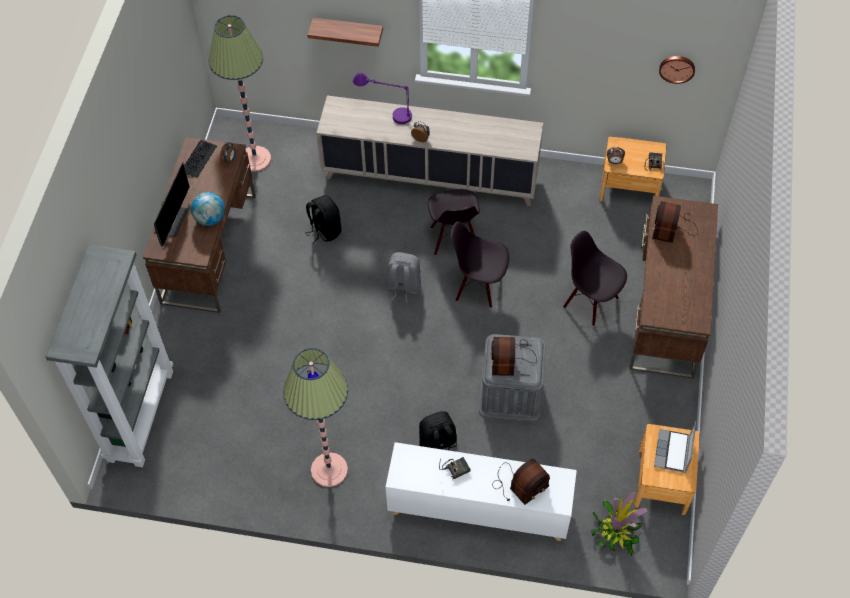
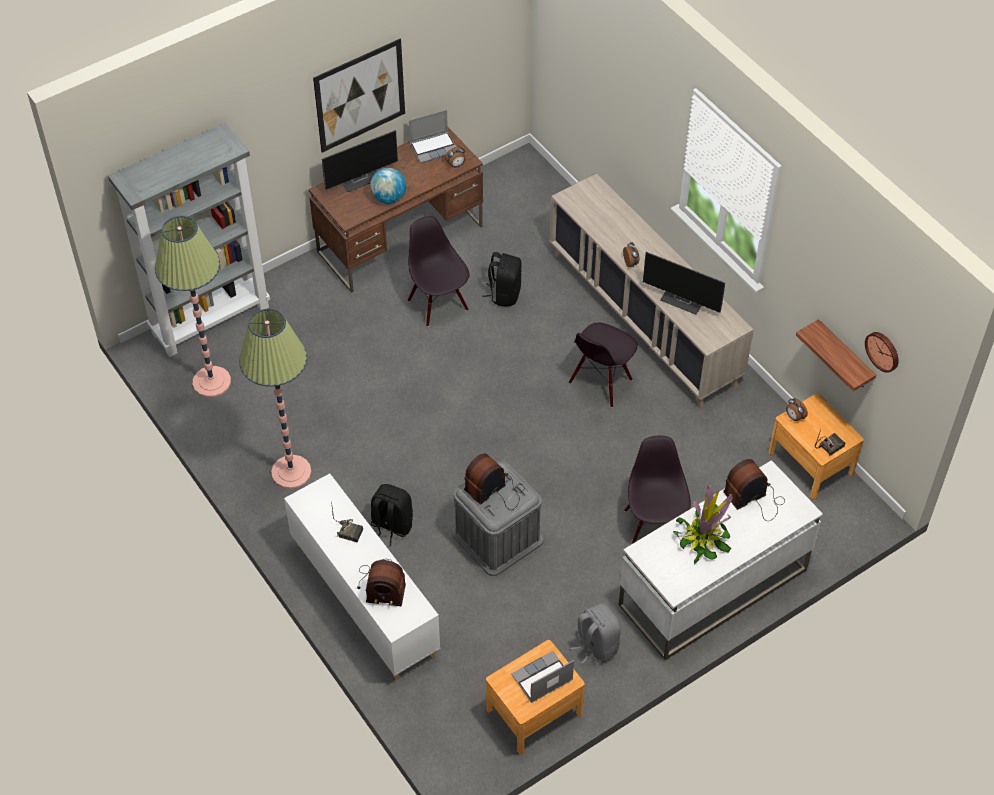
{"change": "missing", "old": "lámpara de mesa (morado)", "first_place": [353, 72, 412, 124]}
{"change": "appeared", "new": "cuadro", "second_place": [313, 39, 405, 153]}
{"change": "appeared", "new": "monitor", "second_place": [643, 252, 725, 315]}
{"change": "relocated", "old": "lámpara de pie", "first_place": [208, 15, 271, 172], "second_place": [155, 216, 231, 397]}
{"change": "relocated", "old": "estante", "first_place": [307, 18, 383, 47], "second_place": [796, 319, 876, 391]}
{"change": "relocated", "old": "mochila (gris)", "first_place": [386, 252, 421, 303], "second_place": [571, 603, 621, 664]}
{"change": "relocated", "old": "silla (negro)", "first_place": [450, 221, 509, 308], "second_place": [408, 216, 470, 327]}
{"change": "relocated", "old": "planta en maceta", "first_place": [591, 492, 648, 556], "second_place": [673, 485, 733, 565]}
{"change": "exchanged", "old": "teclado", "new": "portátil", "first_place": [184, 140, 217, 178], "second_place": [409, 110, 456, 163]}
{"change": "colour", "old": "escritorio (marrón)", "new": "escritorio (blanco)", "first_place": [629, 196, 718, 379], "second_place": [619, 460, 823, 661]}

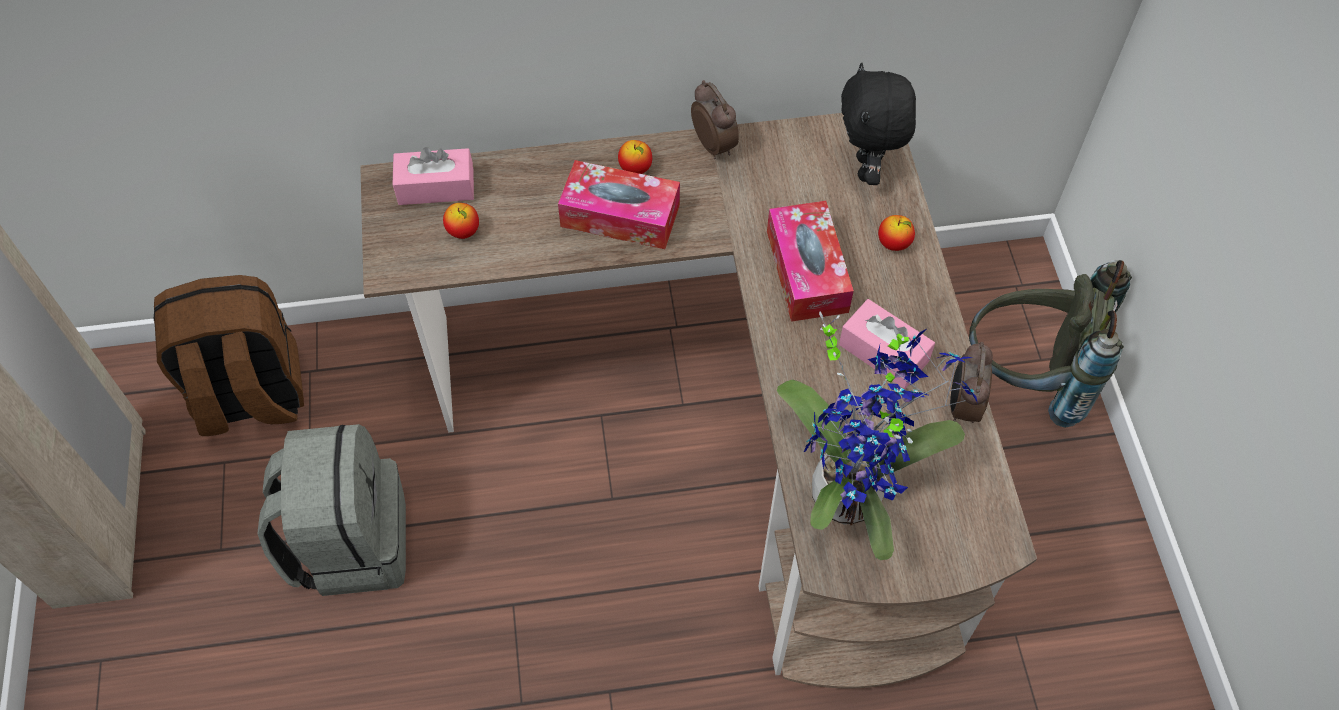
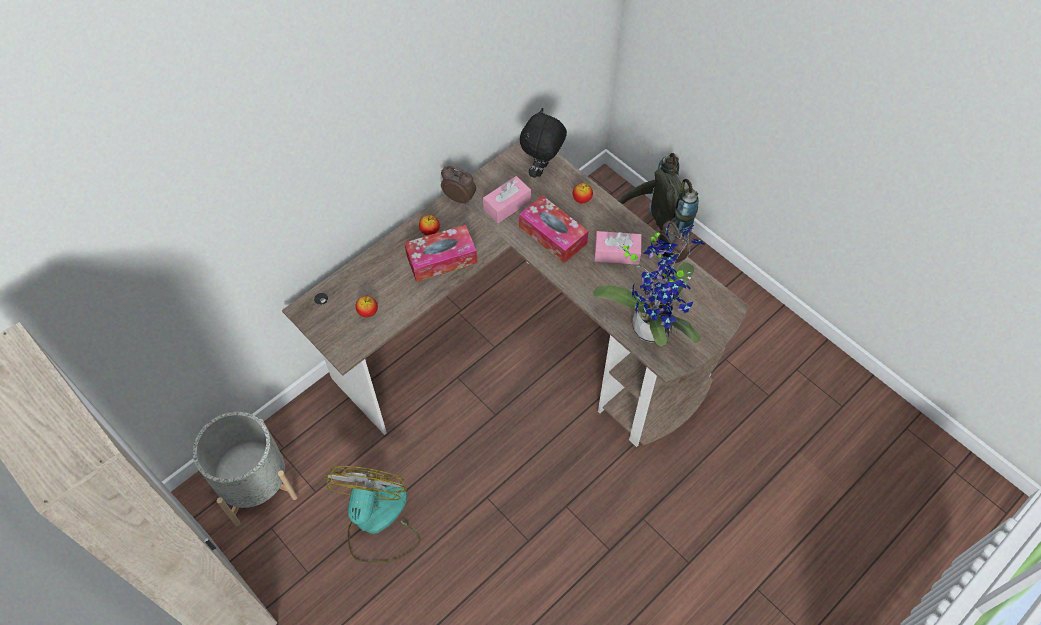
{"change": "relocated", "old": "caja de pañuelos (rosa)", "first_place": [393, 147, 474, 205], "second_place": [483, 176, 531, 223]}
{"change": "exchanged", "old": "mochila (marrón)", "new": "maceta (gris)", "first_place": [154, 275, 304, 436], "second_place": [193, 412, 298, 526]}
{"change": "exchanged", "old": "mochila (gris)", "new": "ventilador", "first_place": [258, 424, 406, 596], "second_place": [324, 466, 421, 563]}
{"change": "spun", "old": "peluche (negro)", "first_place": [841, 63, 916, 185], "second_place": [520, 108, 567, 178], "degrees": 60}

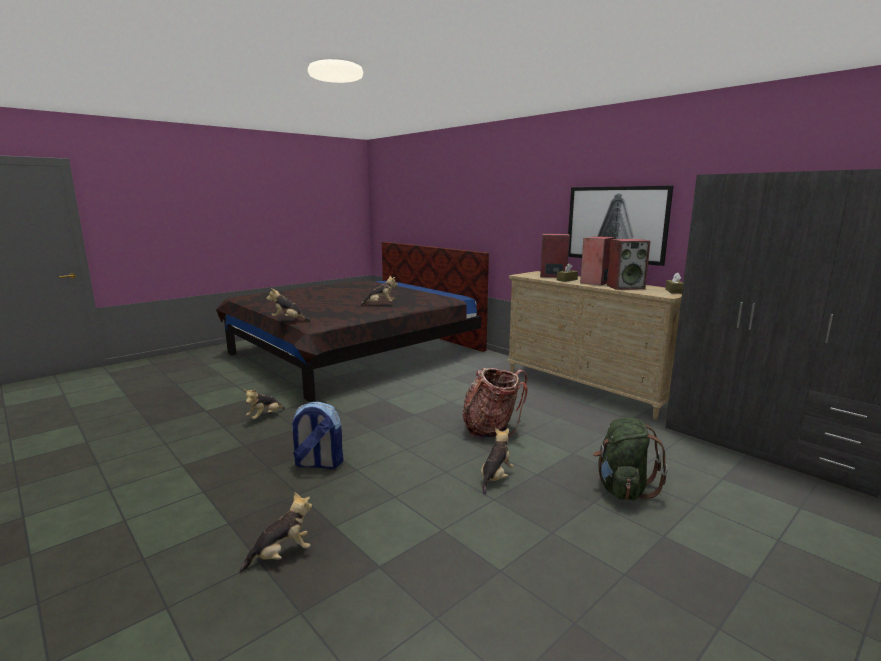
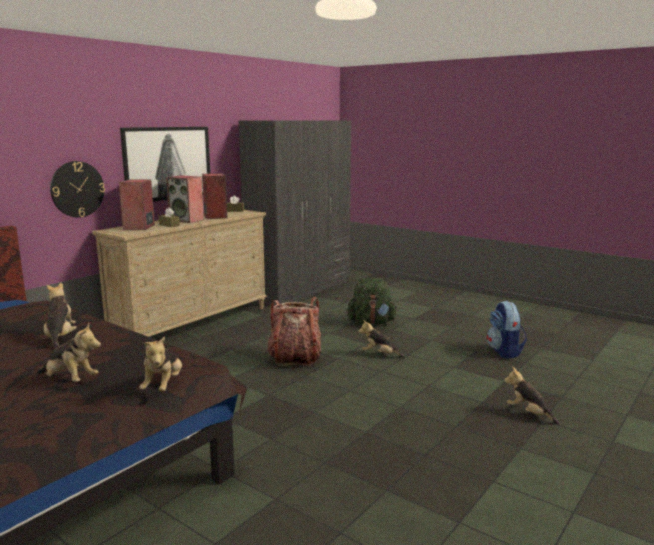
{"change": "appeared", "new": "reloj de pared", "second_place": [50, 161, 105, 218]}
{"change": "relocated", "old": "peluche", "first_place": [244, 389, 285, 419], "second_place": [37, 323, 101, 382]}
{"change": "relocated", "old": "mochila", "first_place": [291, 401, 343, 469], "second_place": [487, 301, 527, 359]}

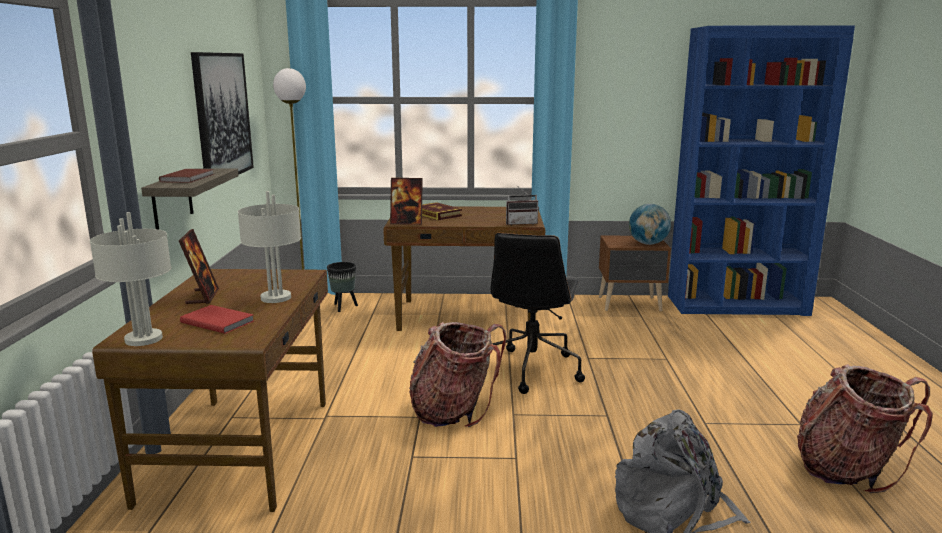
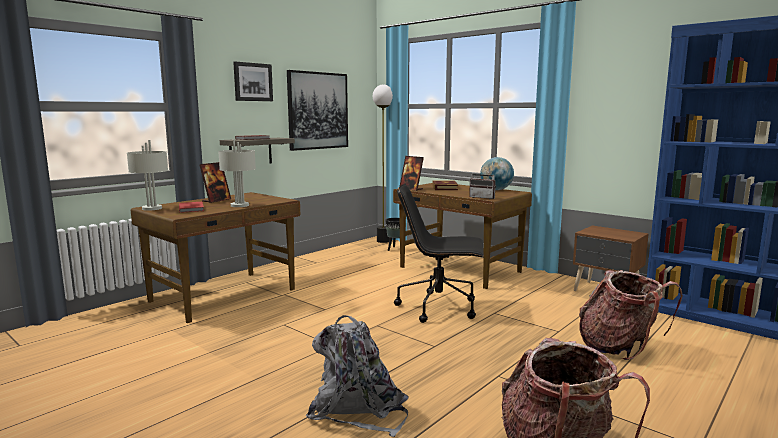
{"change": "appeared", "new": "cuadro", "second_place": [233, 61, 273, 101]}
{"change": "relocated", "old": "mochila", "first_place": [409, 322, 507, 427], "second_place": [579, 270, 683, 360]}
{"change": "relocated", "old": "globo terráqueo", "first_place": [629, 204, 671, 245], "second_place": [480, 157, 514, 190]}
{"change": "spun", "old": "silla de oficina (negro)", "first_place": [491, 233, 585, 394], "second_place": [394, 184, 484, 323], "degrees": 45}

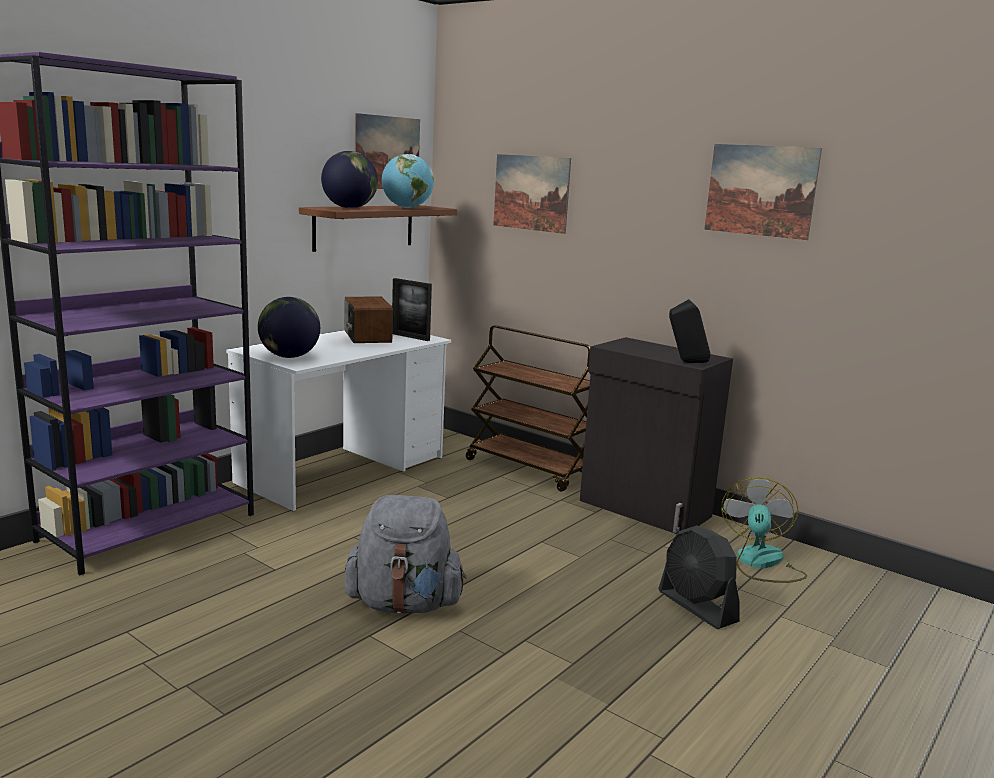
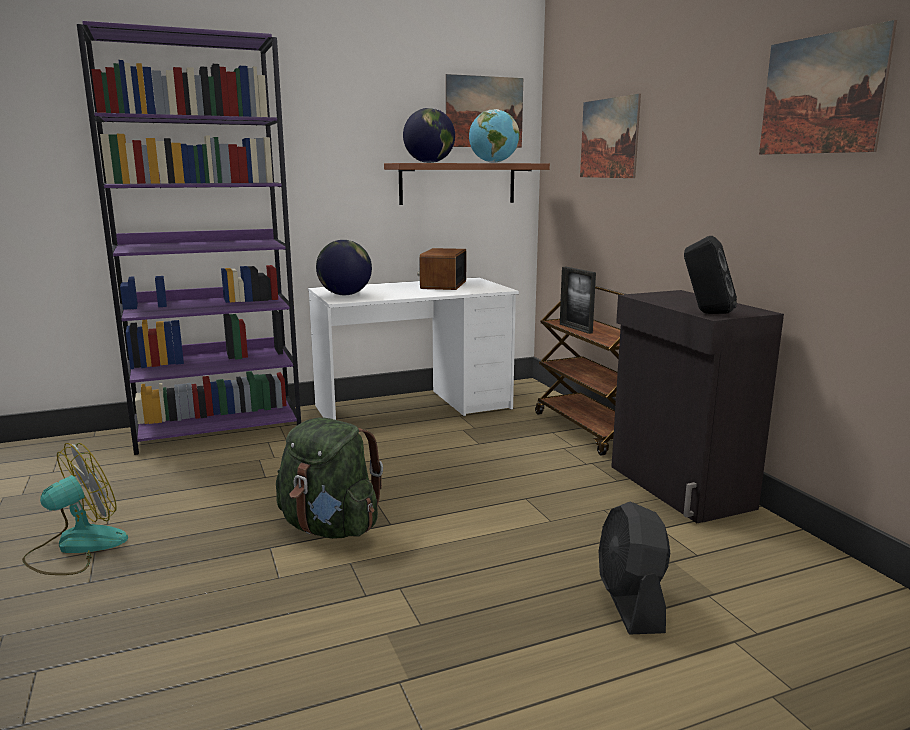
{"change": "relocated", "old": "portarretratos", "first_place": [392, 278, 432, 341], "second_place": [560, 267, 596, 334]}
{"change": "relocated", "old": "ventilador", "first_place": [721, 477, 807, 583], "second_place": [22, 443, 128, 575]}
{"change": "colour", "old": "mochila (gris)", "new": "mochila (verde)", "first_place": [345, 495, 467, 614], "second_place": [276, 417, 383, 539]}

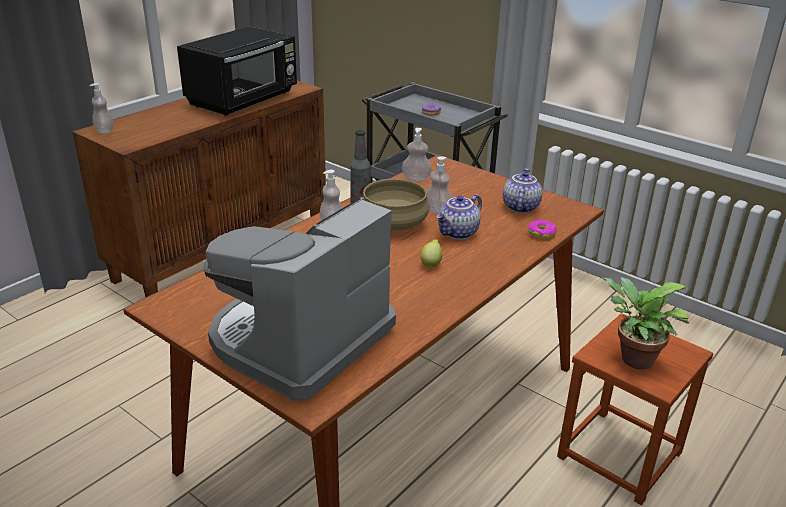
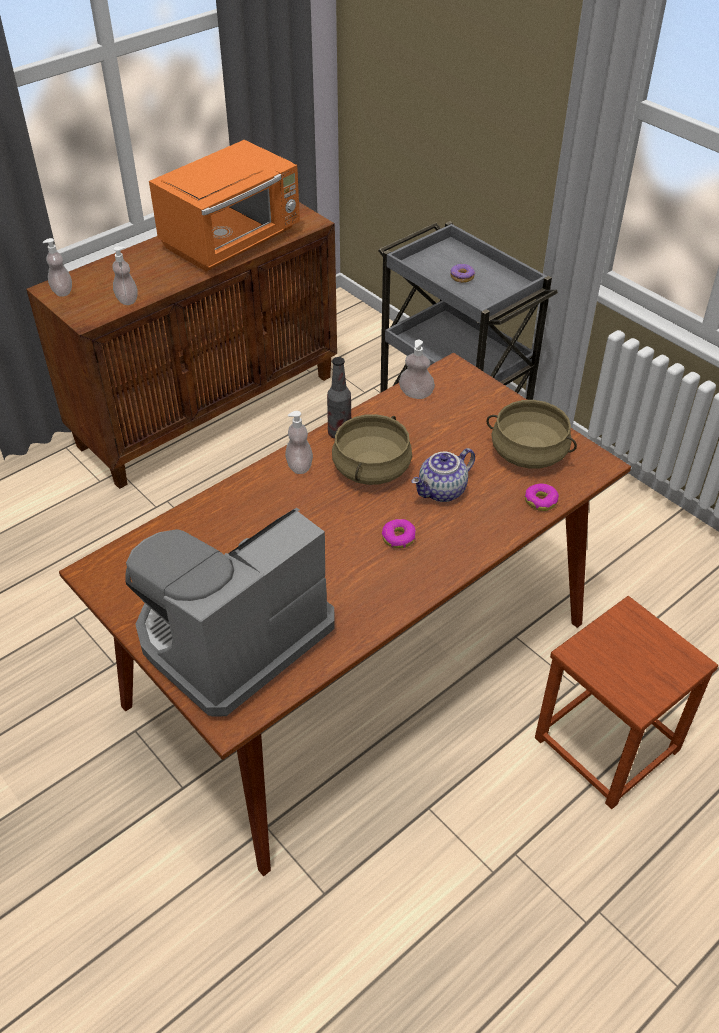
{"change": "missing", "old": "planta en maceta", "first_place": [602, 277, 690, 369]}
{"change": "relocated", "old": "dispensador de jabón", "first_place": [427, 157, 452, 214], "second_place": [112, 246, 138, 305]}
{"change": "exchanged", "old": "limón", "new": "rosquilla", "first_place": [421, 239, 442, 269], "second_place": [382, 519, 416, 549]}
{"change": "exchanged", "old": "tetera", "new": "olla (beis)", "first_place": [503, 169, 543, 213], "second_place": [486, 400, 577, 469]}
{"change": "colour", "old": "microondas (negro)", "new": "microondas (naranja)", "first_place": [177, 27, 297, 116], "second_place": [149, 140, 300, 271]}

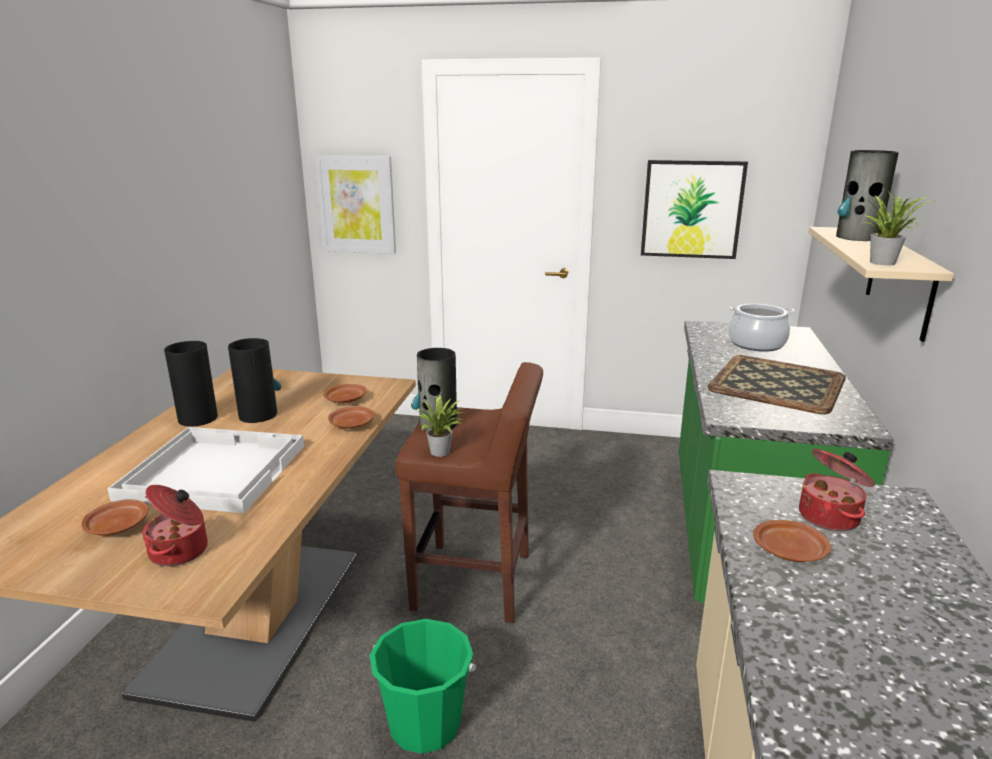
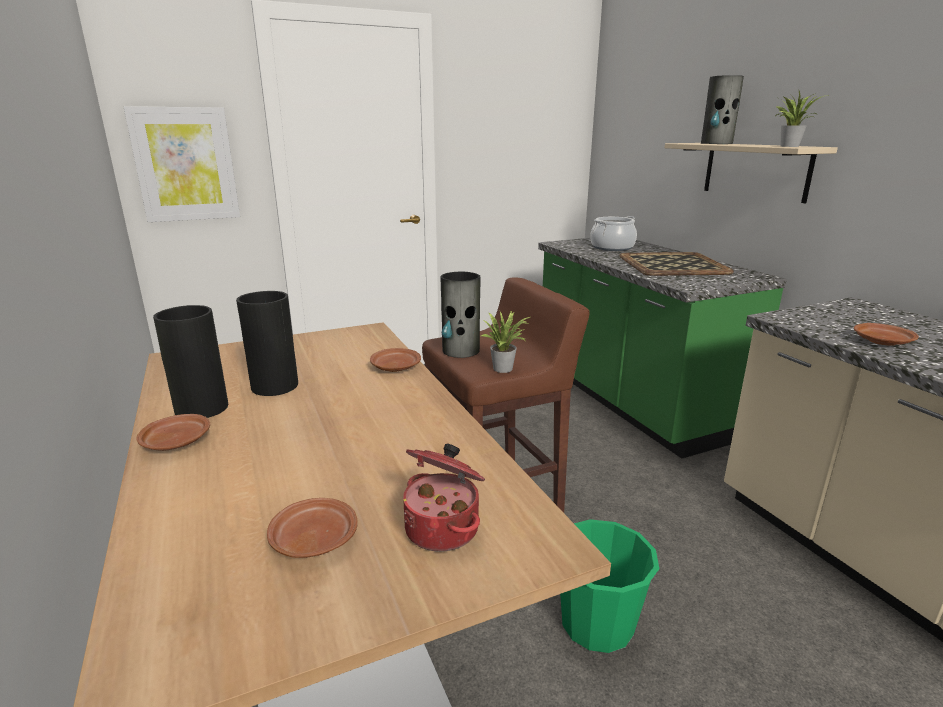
{"change": "missing", "old": "bandeja (blanco)", "first_place": [108, 427, 304, 513]}
{"change": "missing", "old": "cuadro", "first_place": [641, 160, 748, 259]}
{"change": "missing", "old": "olla", "first_place": [799, 449, 875, 531]}
{"change": "relocated", "old": "plato (marrón)", "first_place": [324, 384, 367, 403], "second_place": [136, 414, 210, 451]}

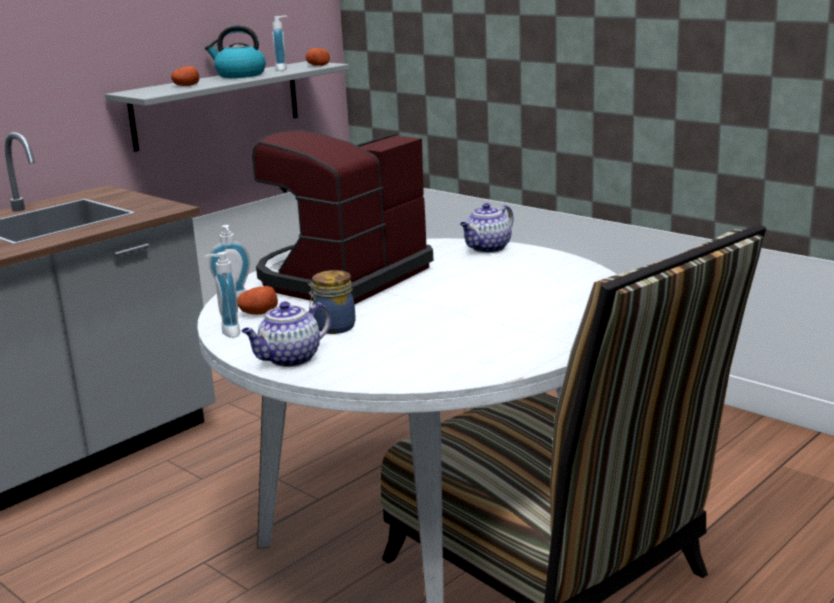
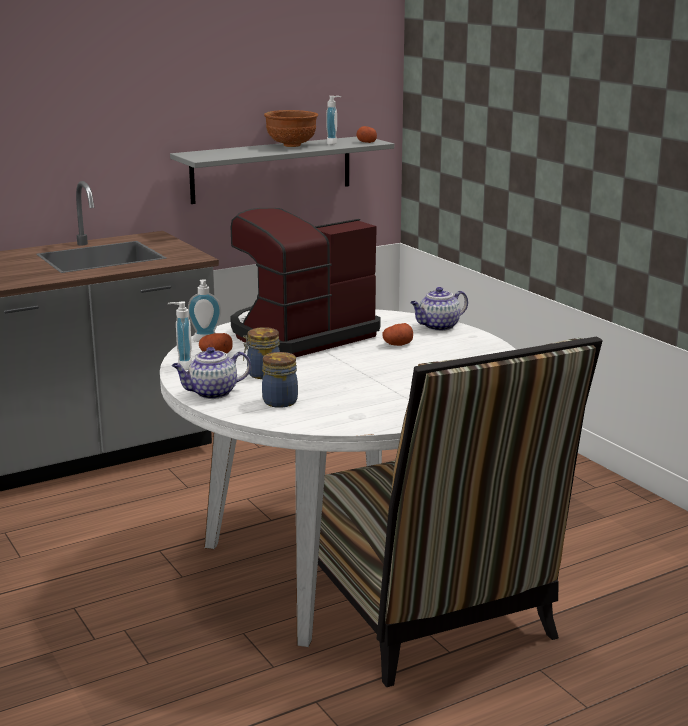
{"change": "appeared", "new": "tarro", "second_place": [262, 352, 298, 408]}
{"change": "relocated", "old": "patata", "first_place": [171, 66, 199, 86], "second_place": [382, 323, 413, 346]}
{"change": "exchanged", "old": "hervidor", "new": "cuenco (marrón)", "first_place": [205, 25, 266, 78], "second_place": [264, 110, 318, 147]}

